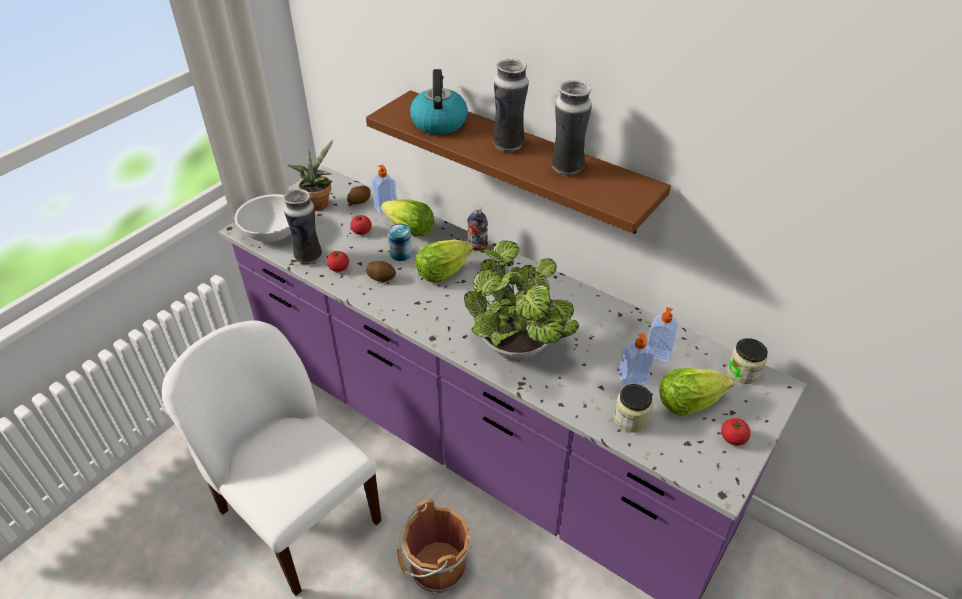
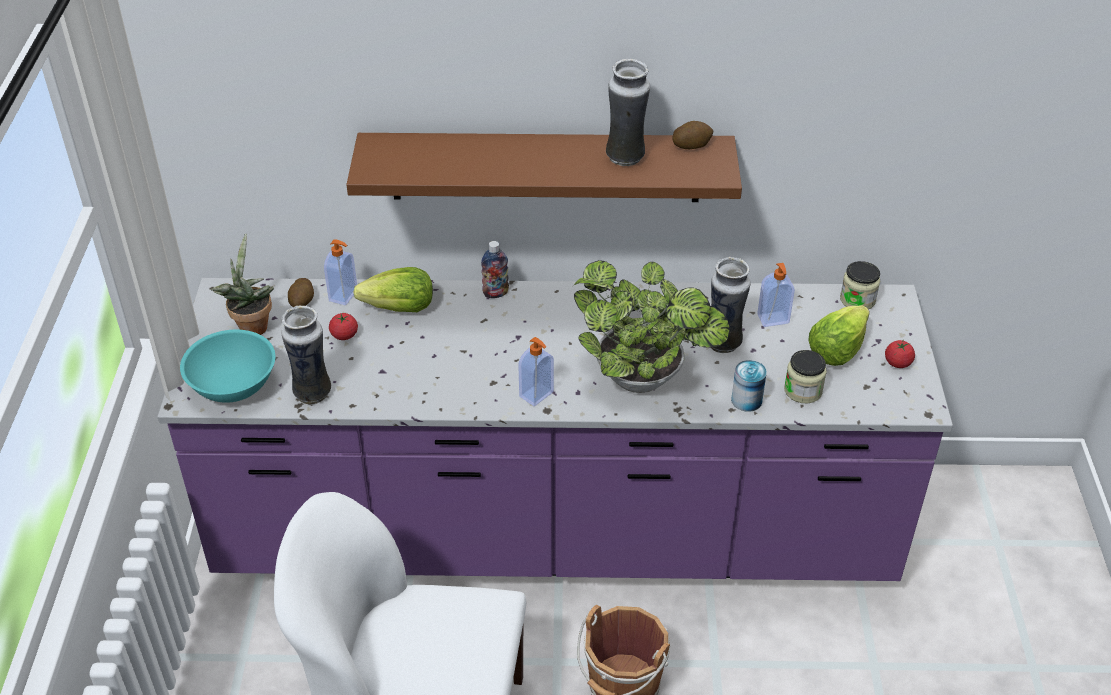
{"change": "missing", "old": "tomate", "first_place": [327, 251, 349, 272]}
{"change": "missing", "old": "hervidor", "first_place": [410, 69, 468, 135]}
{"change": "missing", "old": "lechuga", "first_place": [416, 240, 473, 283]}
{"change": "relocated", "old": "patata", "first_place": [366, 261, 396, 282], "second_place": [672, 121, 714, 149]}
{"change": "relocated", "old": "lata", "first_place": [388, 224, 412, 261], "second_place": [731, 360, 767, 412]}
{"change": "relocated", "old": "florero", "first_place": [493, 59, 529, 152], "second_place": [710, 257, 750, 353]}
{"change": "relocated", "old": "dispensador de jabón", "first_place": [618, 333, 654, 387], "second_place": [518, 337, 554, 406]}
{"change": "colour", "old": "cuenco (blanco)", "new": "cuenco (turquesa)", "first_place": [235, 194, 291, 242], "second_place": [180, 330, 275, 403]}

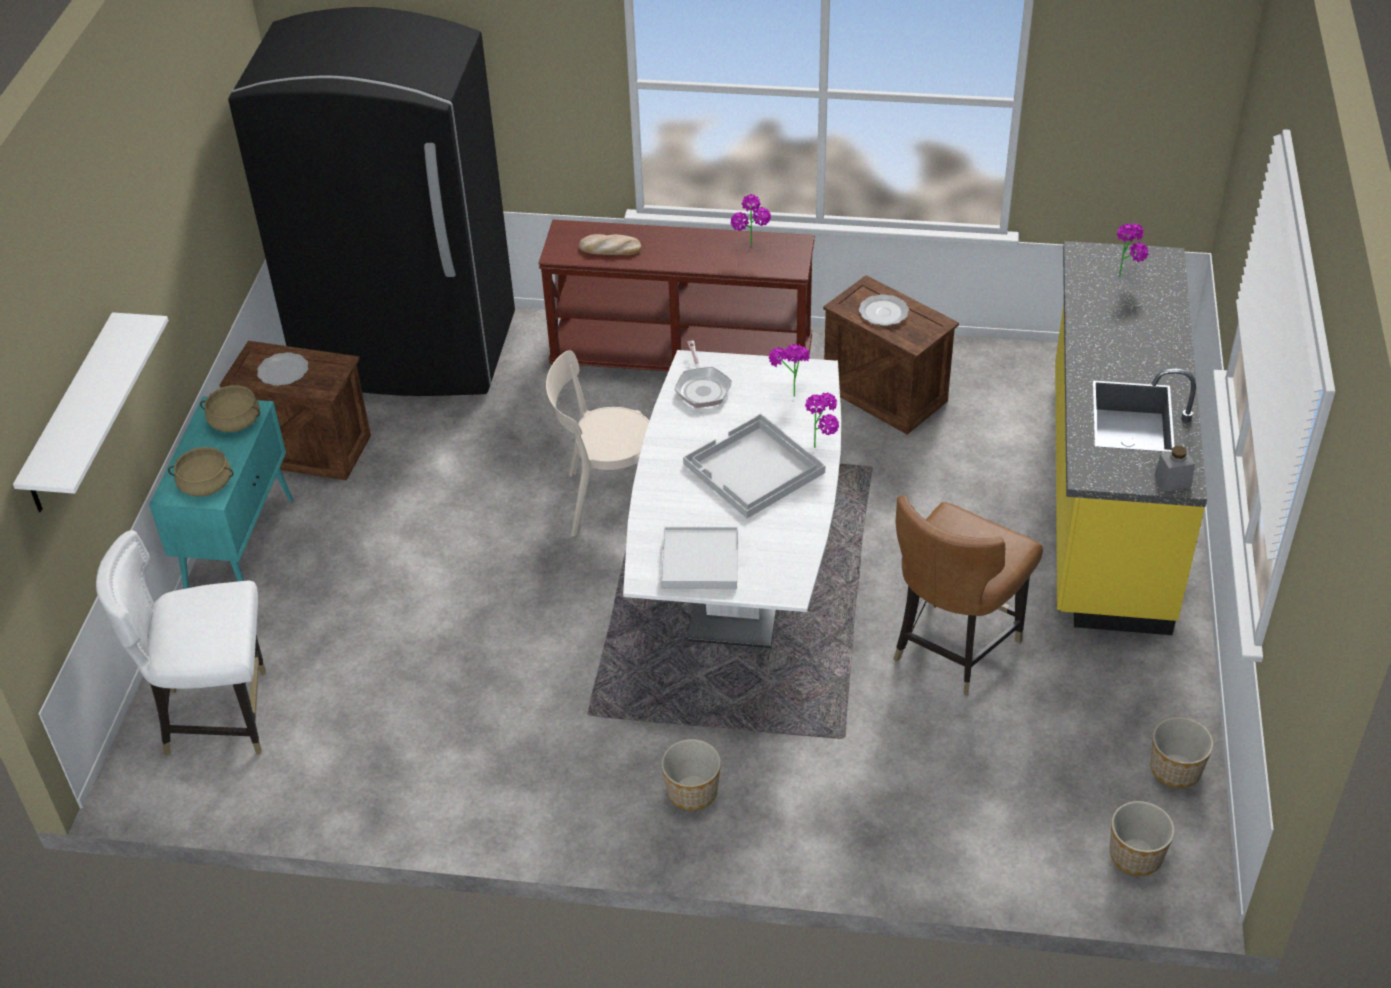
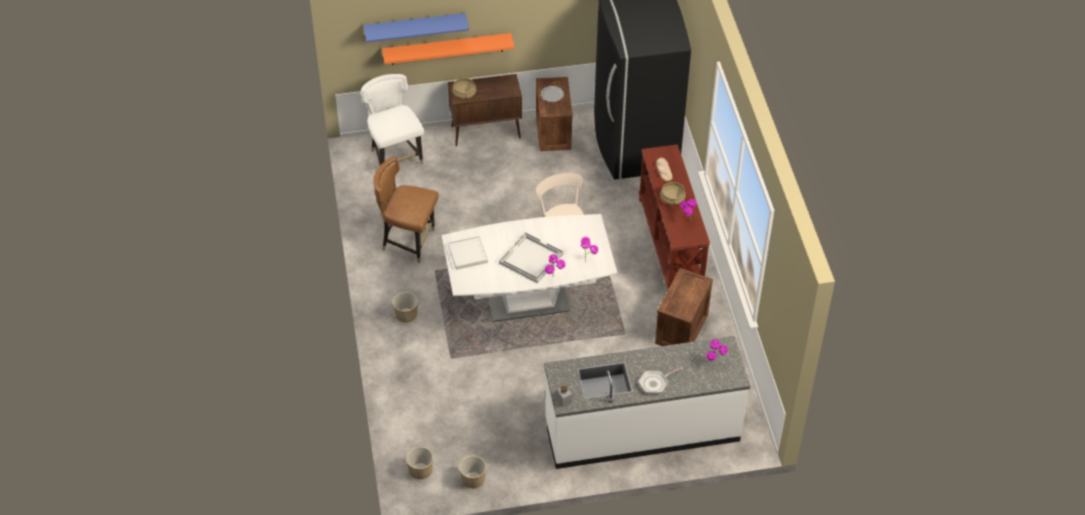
{"change": "missing", "old": "plato", "first_place": [859, 294, 909, 326]}
{"change": "appeared", "new": "estante (naranja)", "second_place": [382, 33, 515, 65]}
{"change": "relocated", "old": "olla (beis)", "first_place": [200, 385, 260, 432], "second_place": [660, 181, 686, 205]}
{"change": "relocated", "old": "sartén", "first_place": [674, 340, 732, 408], "second_place": [638, 366, 683, 394]}
{"change": "relocated", "old": "silla (marrón)", "first_place": [893, 495, 1043, 695], "second_place": [373, 157, 439, 263]}
{"change": "colour", "old": "estante (blanco)", "new": "estante (azul)", "first_place": [13, 312, 169, 512], "second_place": [364, 13, 469, 42]}
{"change": "colour", "old": "armario (turquesa)", "new": "armario (marrón)", "first_place": [149, 396, 293, 589], "second_place": [448, 74, 522, 147]}
{"change": "colour", "old": "mueble bajo de cocina (amarillo)", "new": "mueble bajo de cocina (blanco)", "first_place": [1055, 241, 1207, 635], "second_place": [544, 336, 750, 469]}

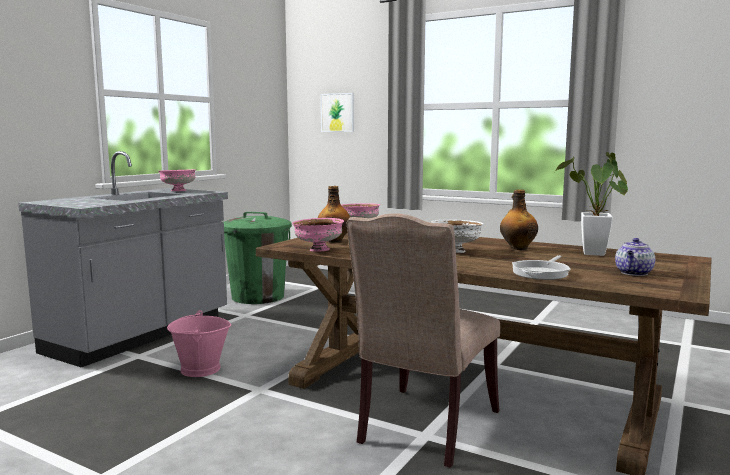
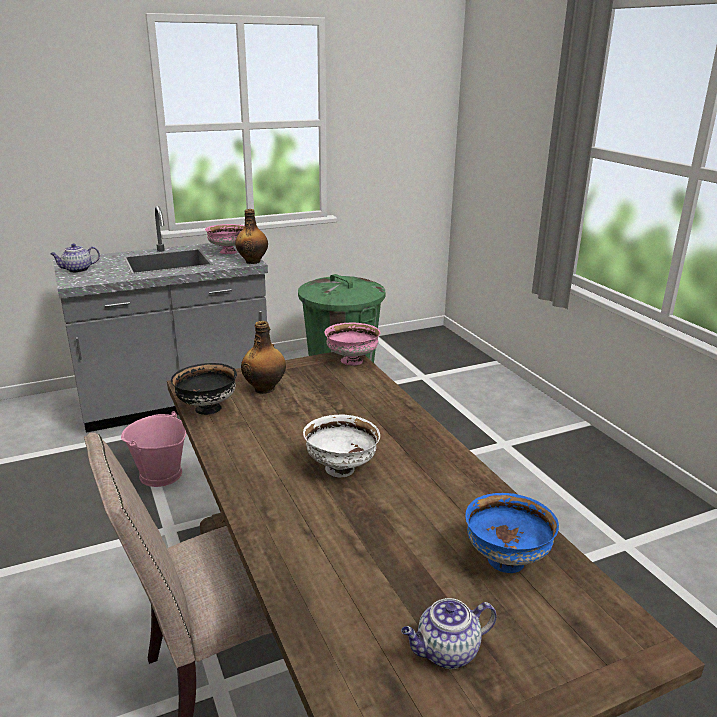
{"change": "missing", "old": "cuadro", "first_place": [321, 93, 354, 132]}
{"change": "missing", "old": "sartén", "first_place": [512, 255, 571, 280]}
{"change": "appeared", "new": "tetera", "second_place": [50, 243, 100, 273]}
{"change": "relocated", "old": "botella", "first_place": [500, 189, 538, 250], "second_place": [235, 209, 268, 264]}
{"change": "exchanged", "old": "planta en maceta", "new": "cuenco (azul)", "first_place": [555, 152, 628, 256], "second_place": [465, 493, 559, 573]}
{"change": "colour", "old": "cuenco (rosa)", "new": "cuenco (negro)", "first_place": [292, 218, 344, 252], "second_place": [171, 363, 237, 415]}

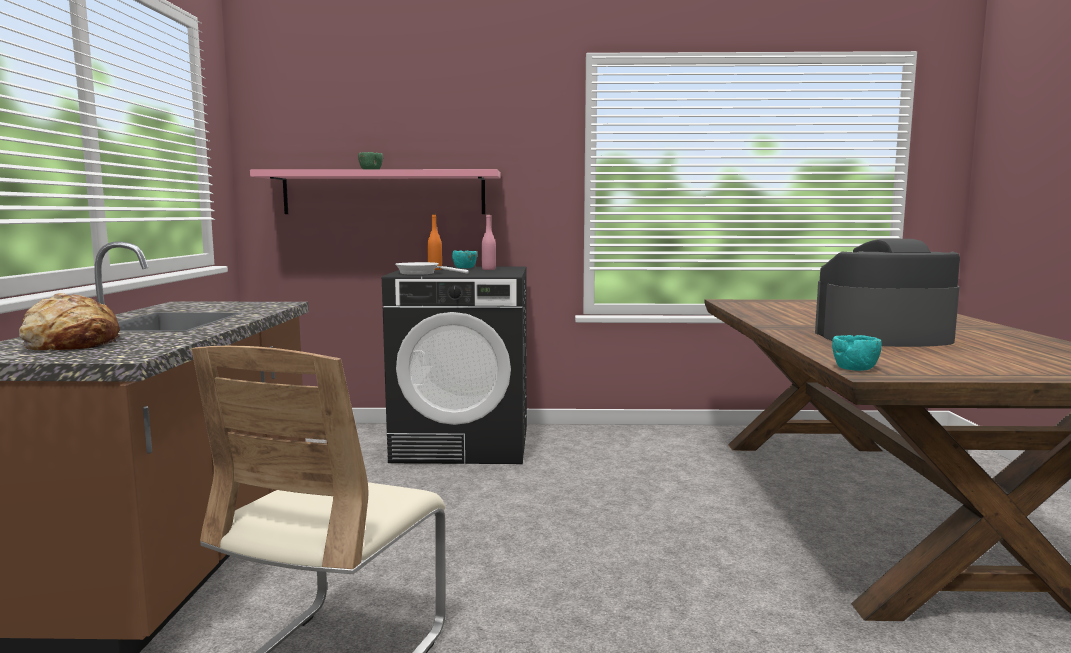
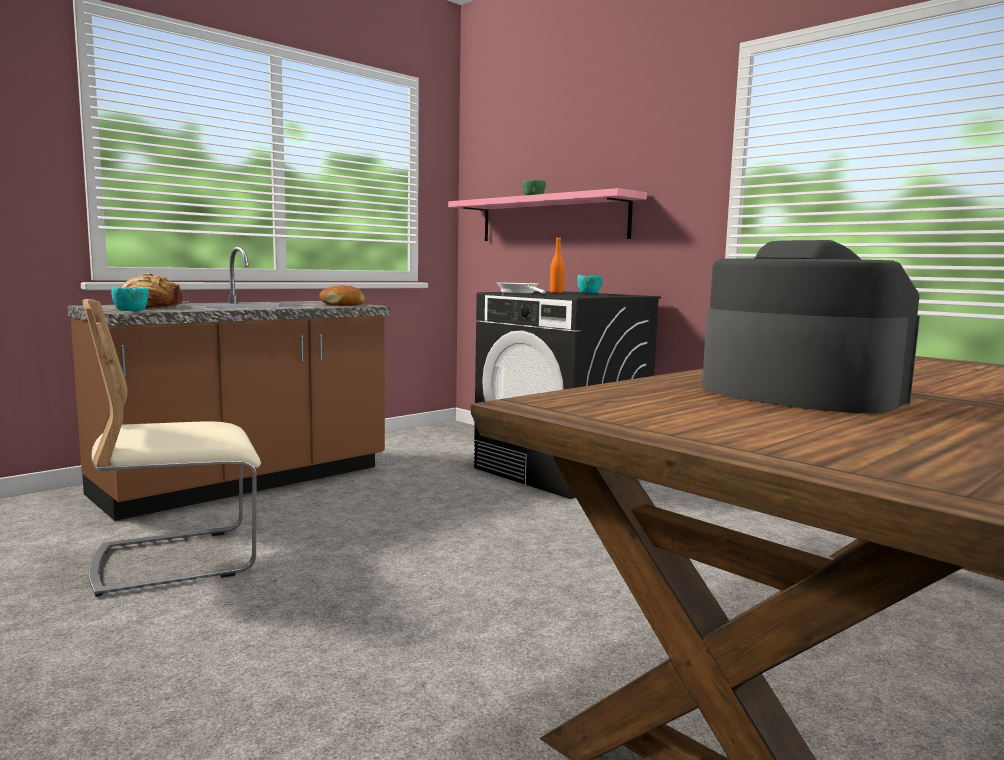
{"change": "missing", "old": "botella (rosa)", "first_place": [481, 214, 496, 270]}
{"change": "appeared", "new": "pan", "second_place": [319, 285, 365, 306]}
{"change": "relocated", "old": "cuenco (turquesa)", "first_place": [832, 335, 882, 371], "second_place": [111, 287, 149, 311]}

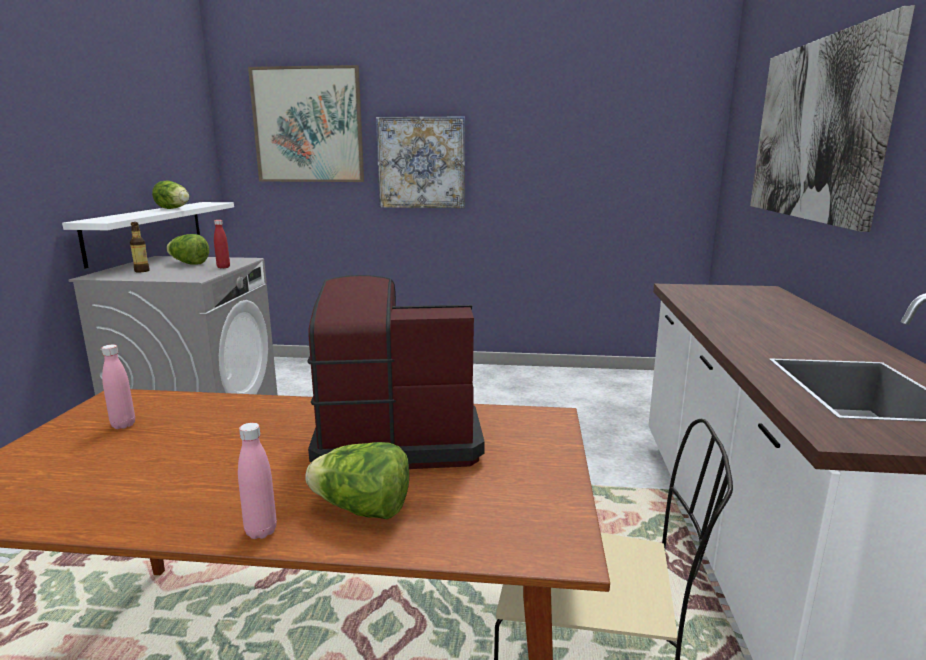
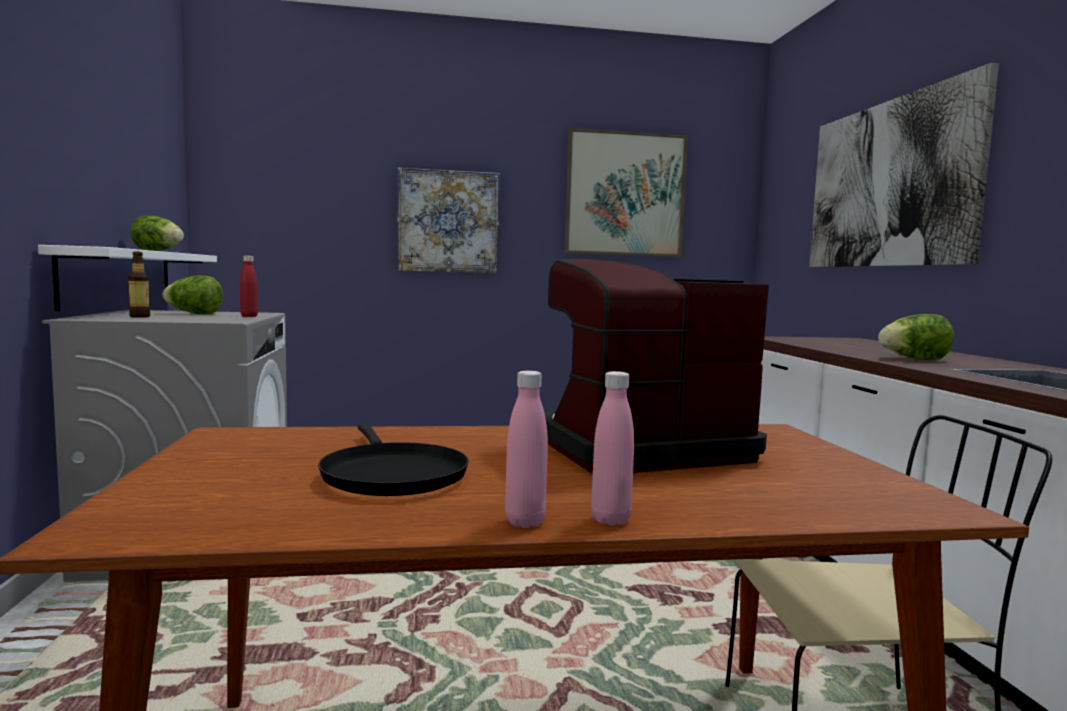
{"change": "appeared", "new": "sartén (negro)", "second_place": [318, 423, 469, 496]}
{"change": "relocated", "old": "botella (rosa)", "first_place": [102, 345, 135, 429], "second_place": [505, 371, 548, 528]}
{"change": "relocated", "old": "cuadro", "first_place": [248, 65, 364, 182], "second_place": [564, 128, 688, 257]}
{"change": "relocated", "old": "lechuga", "first_place": [305, 442, 409, 519], "second_place": [878, 314, 954, 360]}

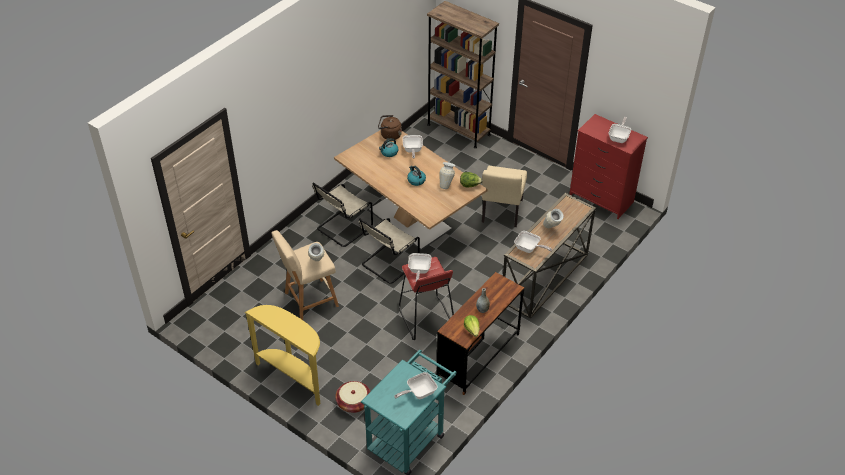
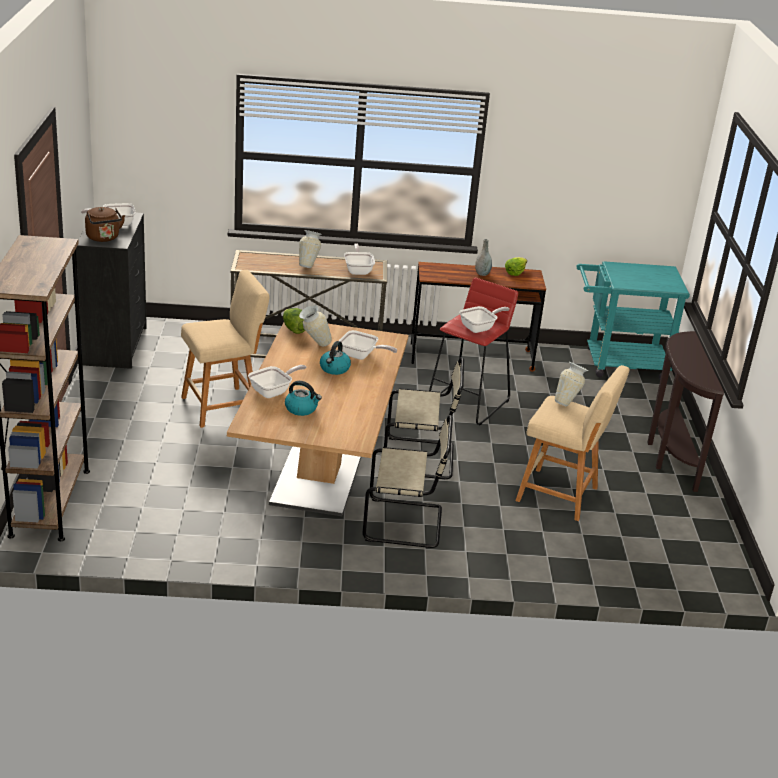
{"change": "missing", "old": "cesta", "first_place": [335, 381, 371, 413]}
{"change": "relocated", "old": "hervidor (marrón)", "first_place": [378, 115, 402, 140], "second_place": [85, 207, 125, 242]}
{"change": "relocated", "old": "sartén", "first_place": [394, 372, 437, 399], "second_place": [339, 330, 397, 360]}
{"change": "exchanged", "old": "silla (beis)", "new": "taburete (beis)", "first_place": [482, 166, 527, 227], "second_place": [181, 270, 269, 428]}
{"change": "colour", "old": "mesa consola (amarillo)", "new": "mesa consola (marrón)", "first_place": [245, 305, 320, 406], "second_place": [647, 331, 724, 492]}
{"change": "colour", "old": "cómoda (rojo)", "new": "cómoda (negro)", "first_place": [569, 114, 648, 219], "second_place": [76, 213, 147, 369]}

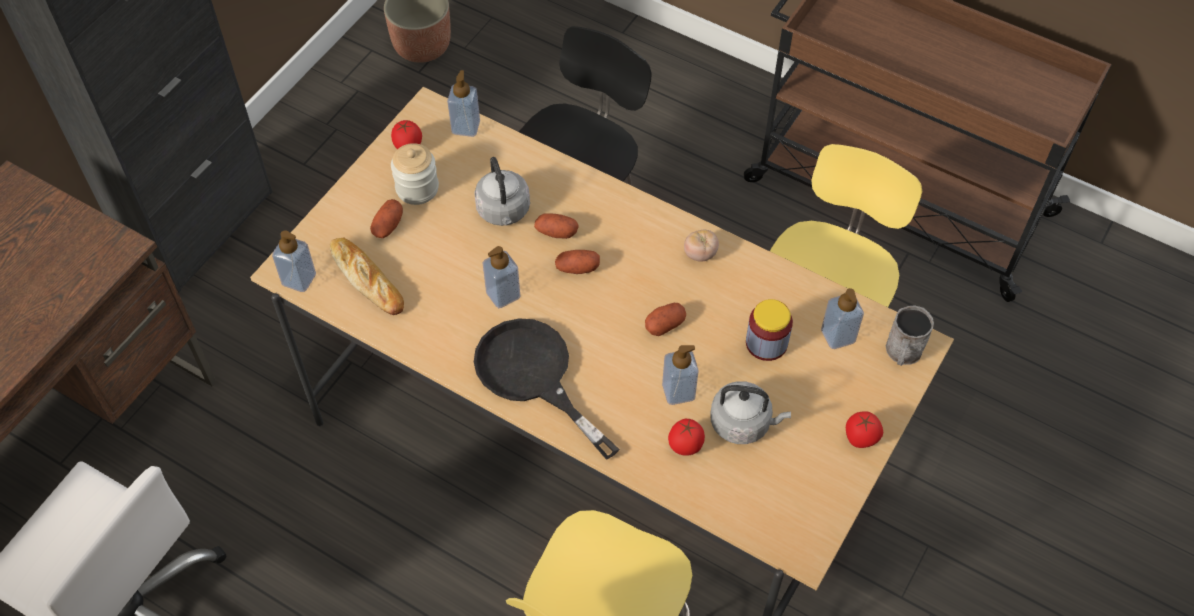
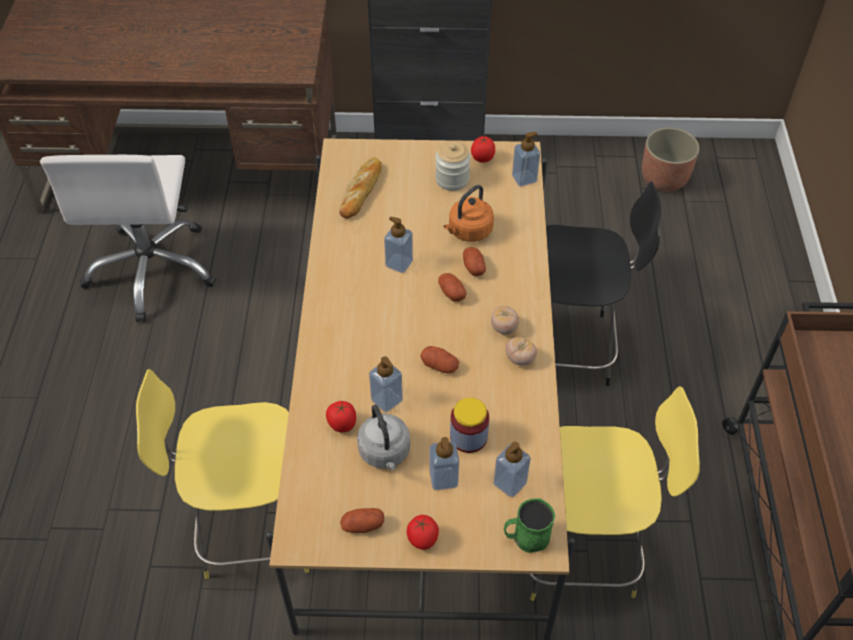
{"change": "missing", "old": "sartén (negro)", "first_place": [474, 318, 620, 460]}
{"change": "appeared", "new": "tomate", "second_place": [491, 306, 519, 335]}
{"change": "relocated", "old": "dispensador de jabón", "first_place": [272, 230, 316, 292], "second_place": [430, 437, 459, 490]}
{"change": "relocated", "old": "patata", "first_place": [370, 199, 403, 238], "second_place": [340, 508, 384, 533]}
{"change": "colour", "old": "hervidor (gris)", "new": "hervidor (naranja)", "first_place": [474, 157, 530, 226], "second_place": [443, 185, 494, 242]}
{"change": "colour", "old": "taza grande (gris)", "new": "taza grande (verde)", "first_place": [886, 305, 934, 366], "second_place": [504, 498, 555, 553]}

